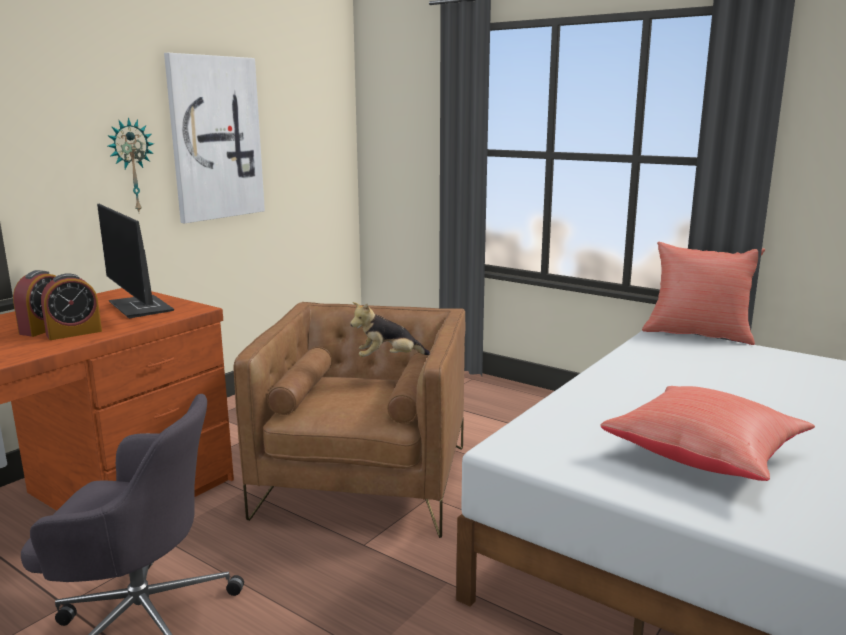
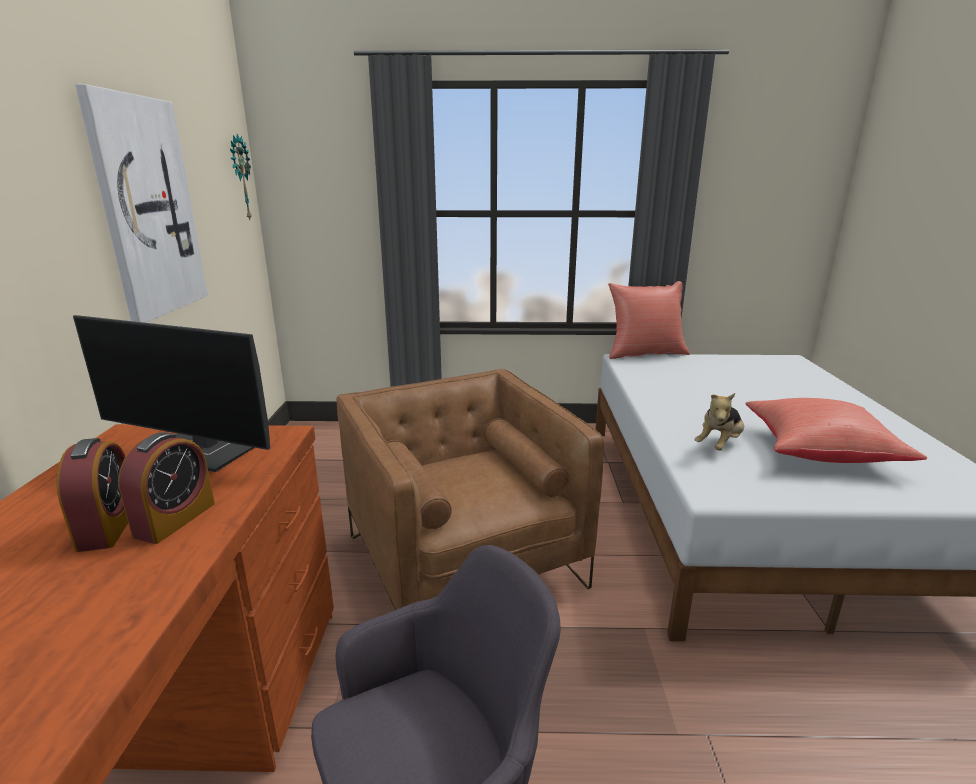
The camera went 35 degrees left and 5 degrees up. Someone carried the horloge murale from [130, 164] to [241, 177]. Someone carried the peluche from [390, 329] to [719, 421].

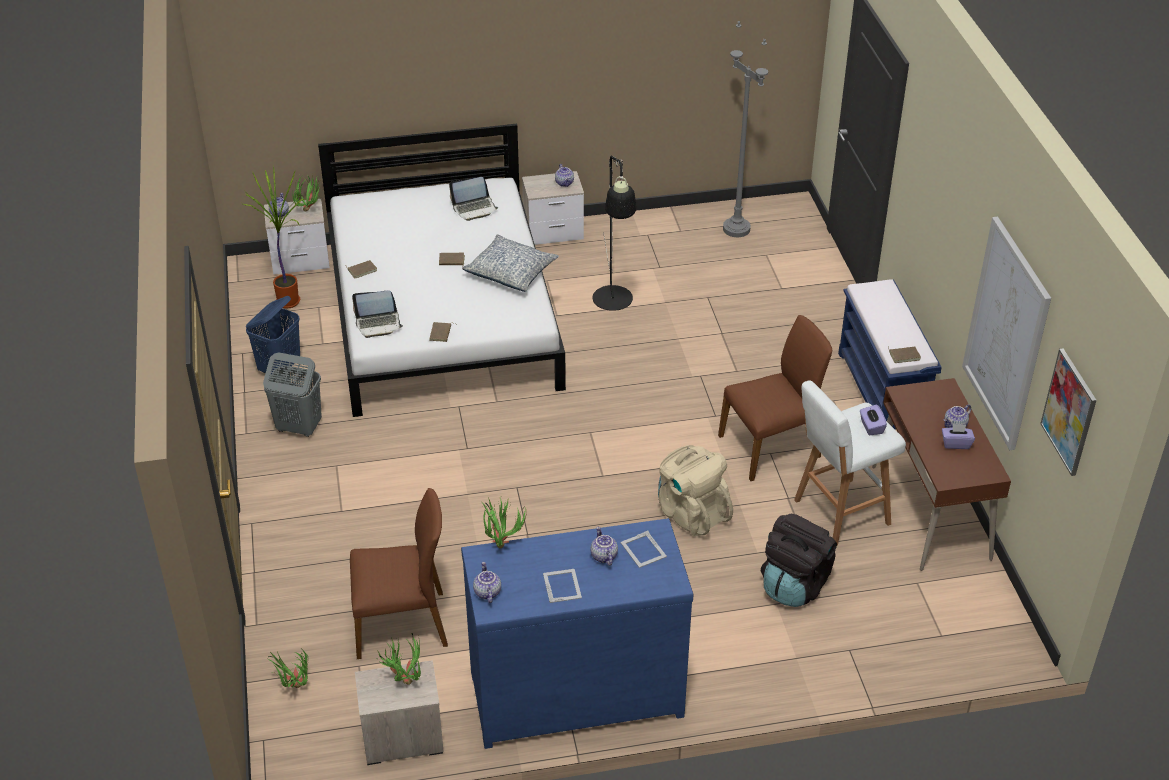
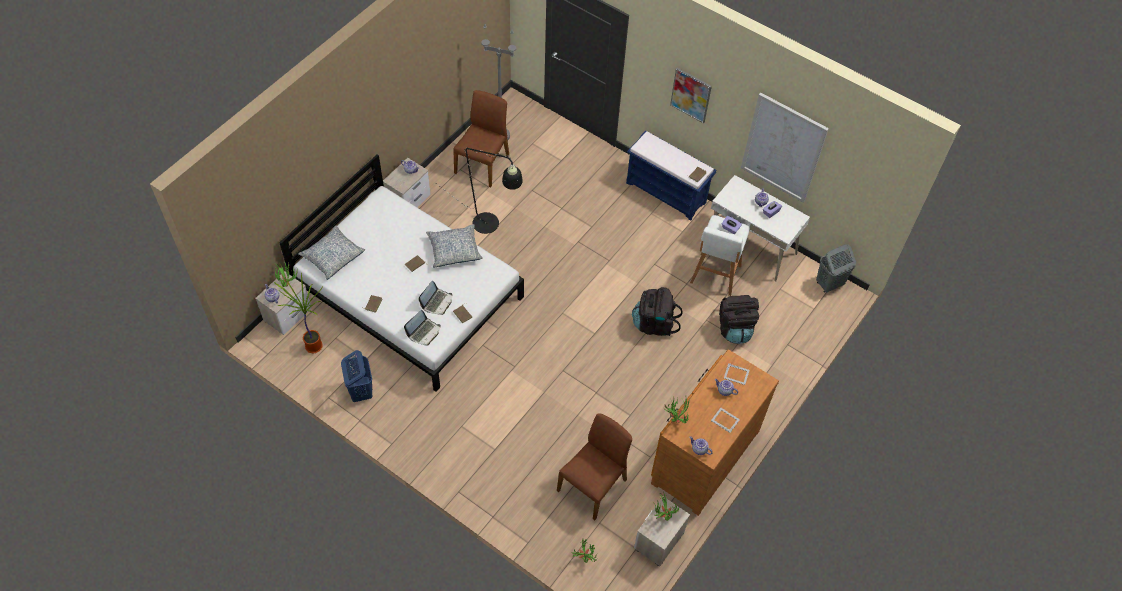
The camera went 45 degrees left and 15 degrees up. Someone carried the panier à linge [gris] from [292, 395] to [836, 268]. Someone carried the ordinateur portable from [473, 199] to [435, 298]. Someone repainted the commode [bleu] at [577, 633], which became the commode [marron] at [715, 432]. Someone repainted the sac à dos [beige] at [695, 490], which became the sac à dos [noir] at [657, 311]. Someone carried the chaise [marron] from [775, 398] to [481, 138]. Someone repainted the bureau [marron] at [941, 474], which became the bureau [blanc] at [760, 228]. Someone carried the tableau from [1068, 412] to [691, 95]. Someone put down the coussin at [331, 253].

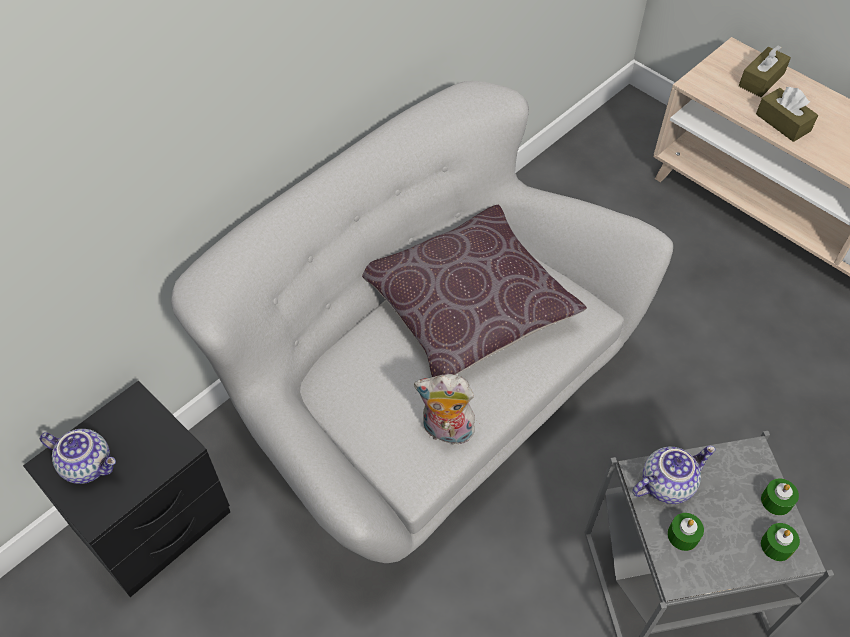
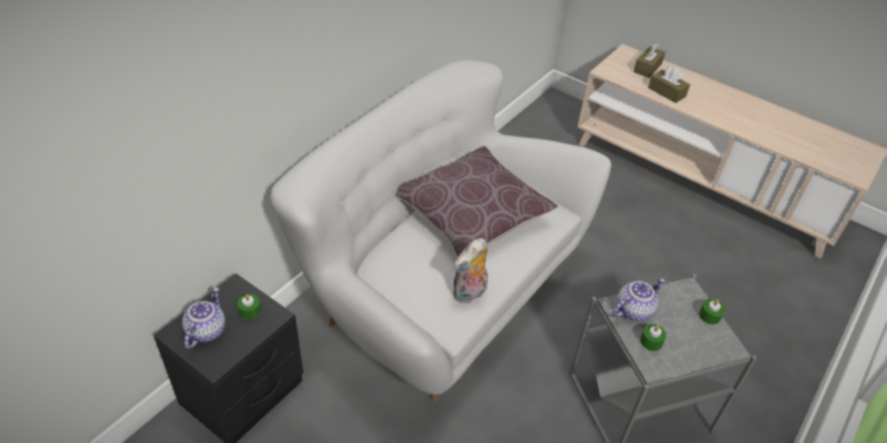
The camera went 10 degrees left and 10 degrees down. Someone rotated the théière at [78, 456] by 90 degrees counterclockwise. Someone rotated the peluche at [446, 409] by 45 degrees counterclockwise. Someone carried the bougie [vert] from [780, 542] to [249, 307].

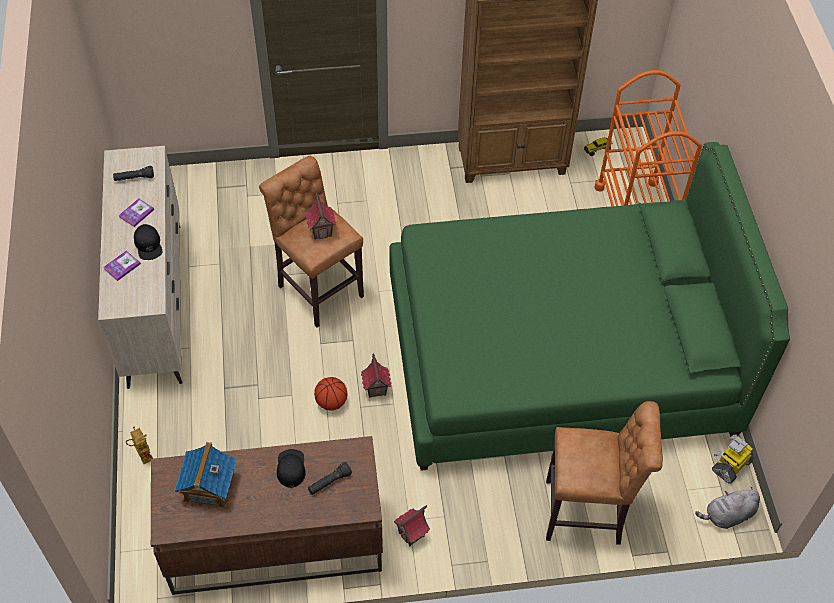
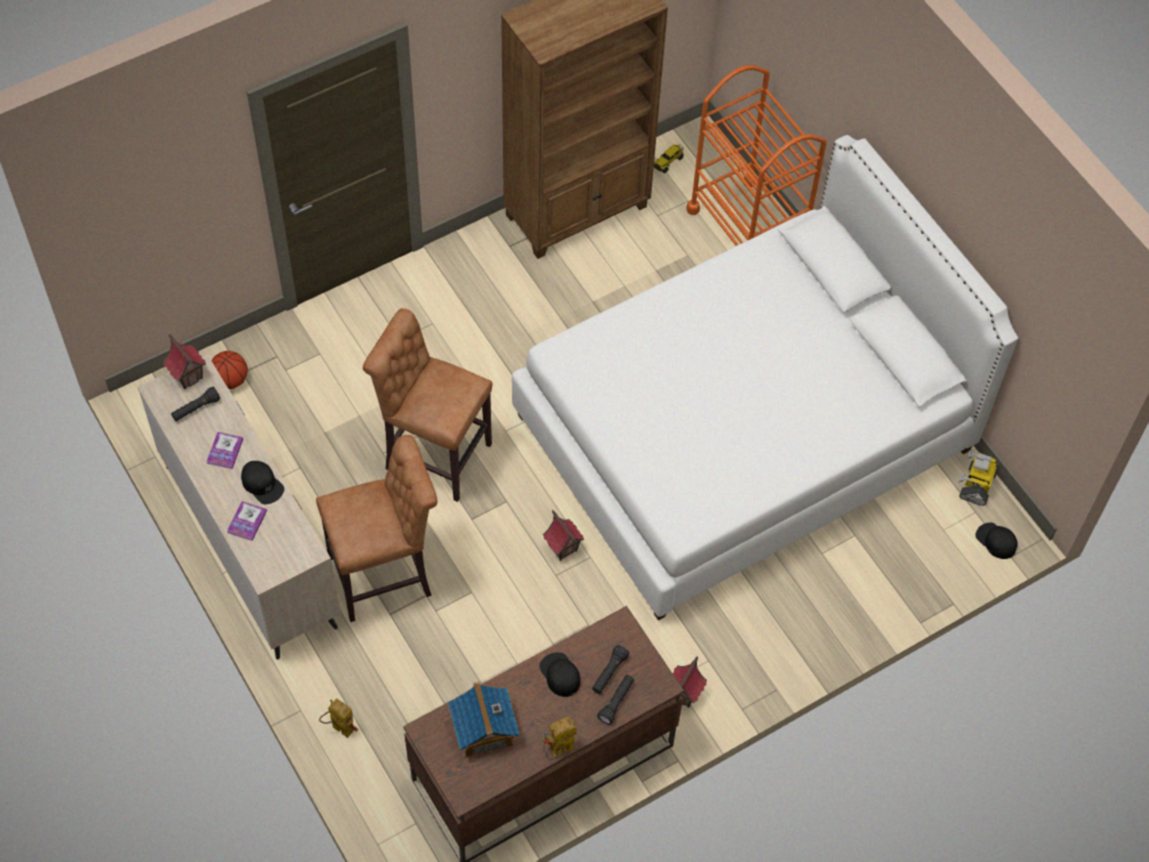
The camera went 25 degrees left and 5 degrees up. Someone carried the maison miniature from [320, 216] to [184, 361]. Someone carried the ballon de basket from [330, 393] to [229, 370]. Someone repainted the lit [vert] at [589, 306], which became the lit [blanc] at [765, 378]. Someone carried the tabouret [marron] from [604, 473] to [376, 528]. Someone swapped the peluche [gris] at [727, 508] for the casquette [noir] at [996, 540]. Someone put down the robot jouet at [559, 738]. Someone put down the lampe de poche [noir] at [615, 700].

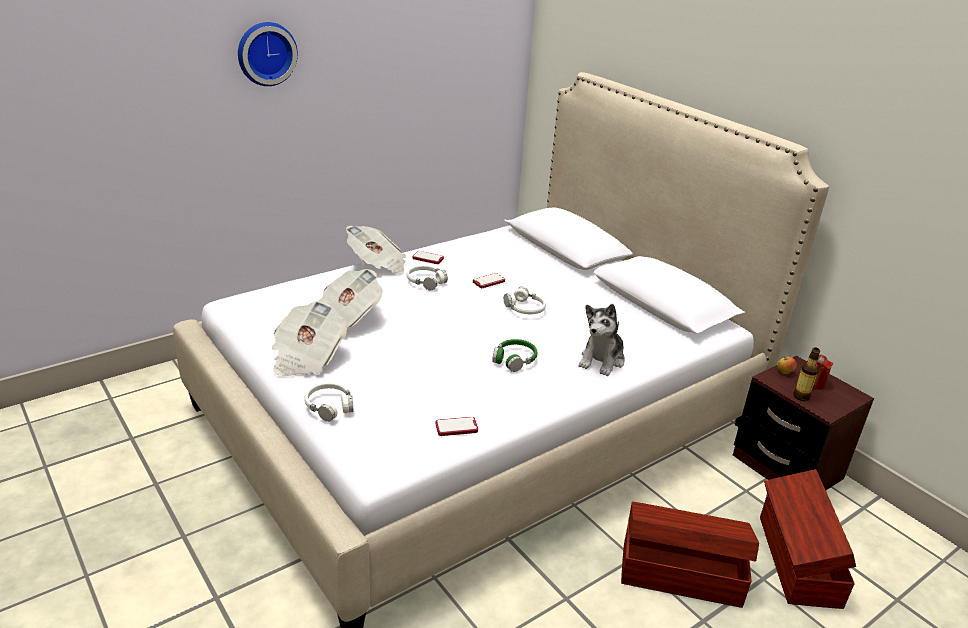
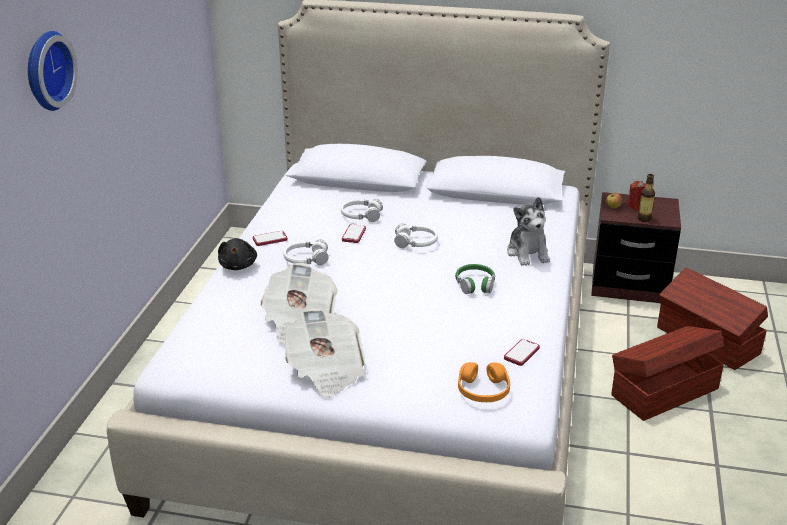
The camera went 40 degrees left and 0 degrees up. Someone carried the casque audio [blanc] from [328, 402] to [362, 210]. Someone swapped the journal at [376, 250] for the peluche [noir] at [237, 254]. Someone put down the casque audio [orange] at [484, 382].

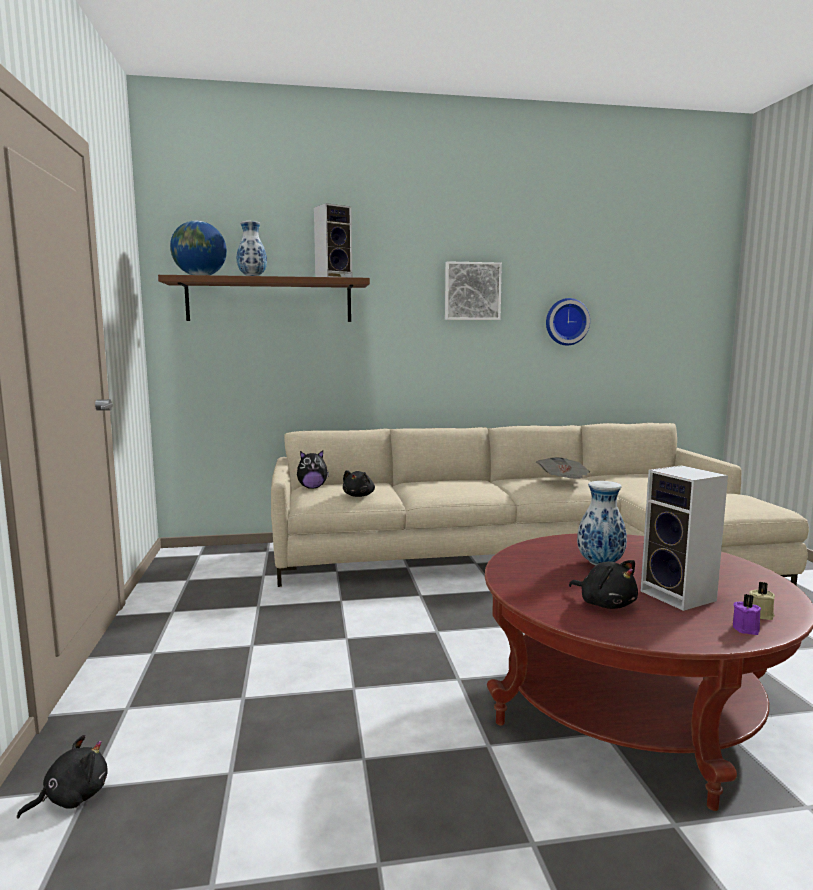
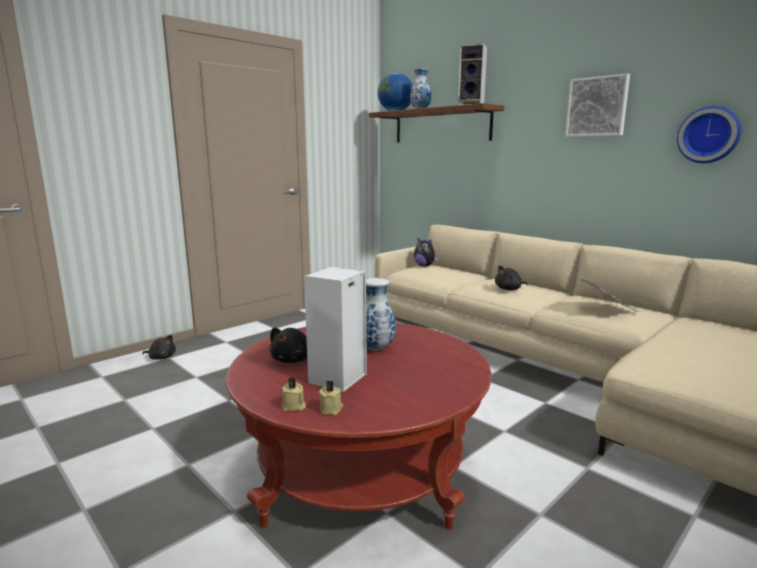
The camera went 55 degrees right and 5 degrees up. Someone carried the peluche [noir] from [359, 483] to [511, 277]. Someone repainted the bougie [violet] at [747, 614], which became the bougie [beige] at [294, 394].

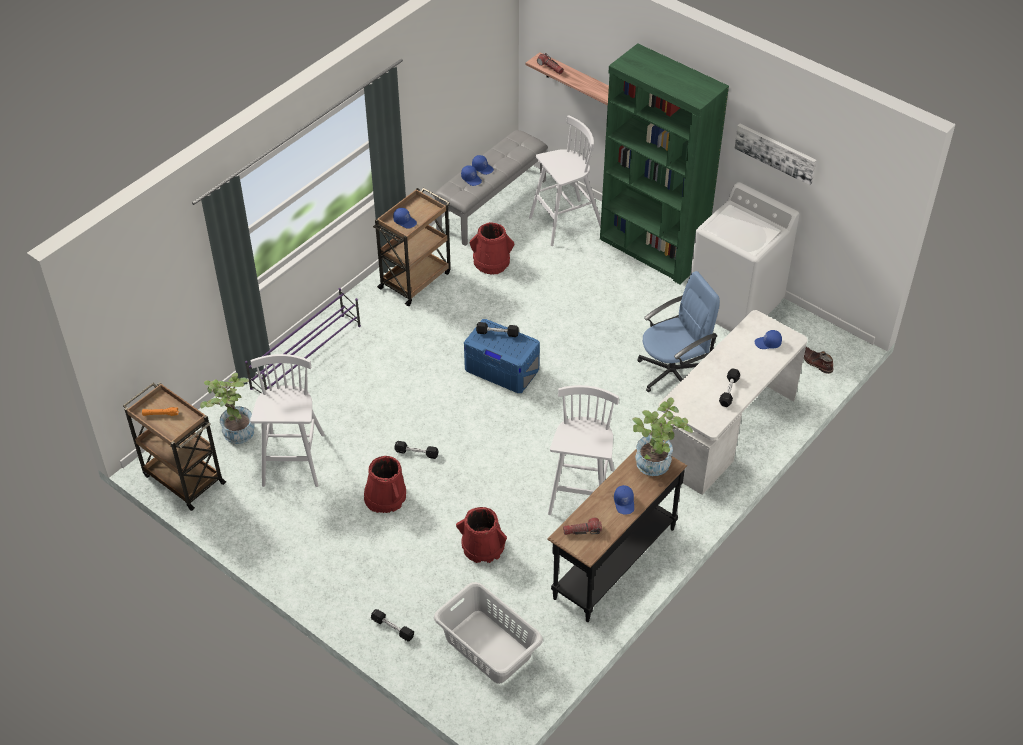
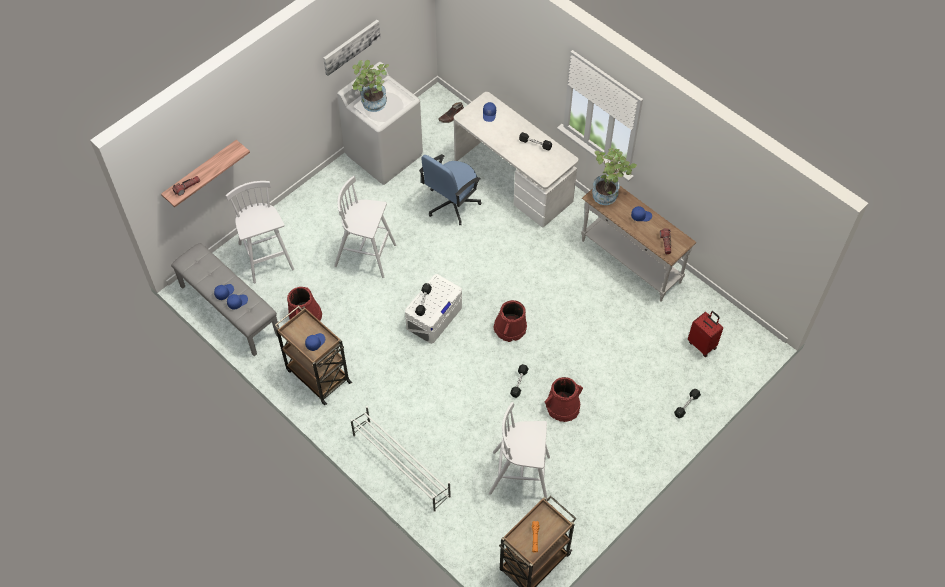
The camera went 85 degrees left and 10 degrees up. Someone carried the plante en pot from [227, 408] to [370, 86]. Someone repainted the étagère à chaussures [violet] at [303, 340], which became the étagère à chaussures [blanc] at [400, 459]. Someone swapped the panier à linge [gris] at [488, 633] for the valise [rouge] at [705, 334]. Someone carried the seau [rouge] from [481, 535] to [510, 321]. Someone repainted the boîte de rangement [bleu] at [502, 356], which became the boîte de rangement [blanc] at [433, 309]. Someone repainted the table console [noir] at [617, 535], which became the table console [blanc] at [638, 244]. Someone carried the tabouret [blanc] from [583, 450] to [365, 227]. Someone took away the bibliothèque [vert] at [664, 163]. Someone rotated the chaise de bureau [bleu] at [678, 331] by 120 degrees counterclockwise.

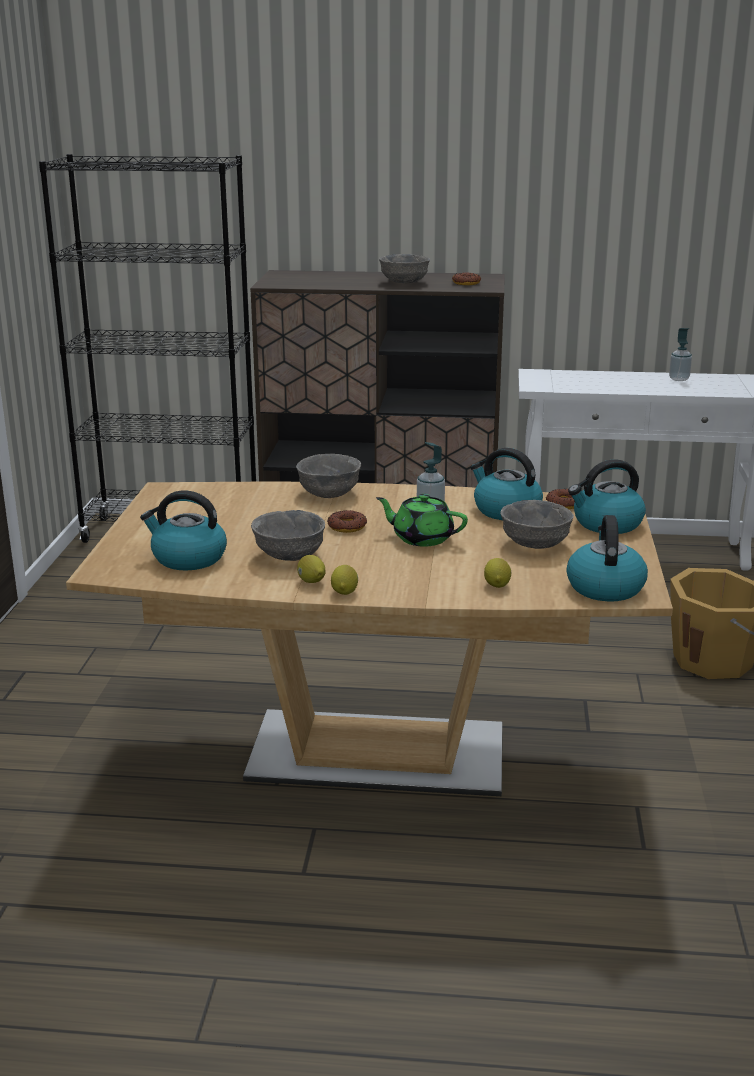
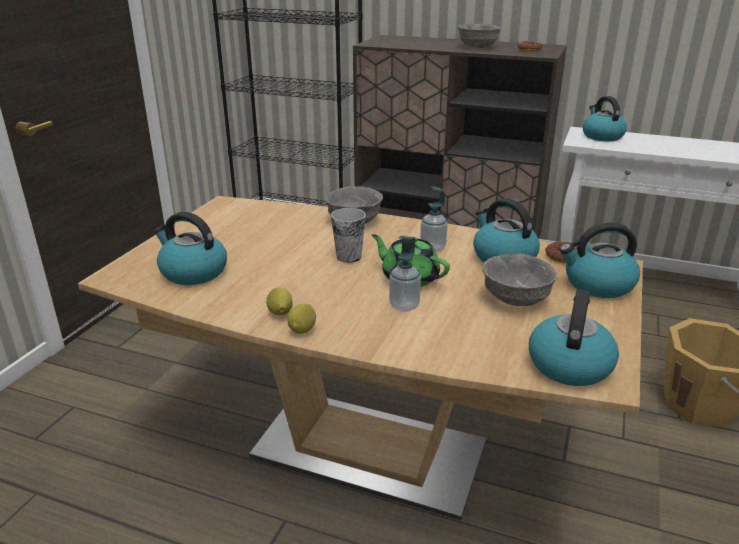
The camera went 15 degrees right and 5 degrees up. Someone took away the bol [gris] at [288, 535]. Someone swapped the beignet at [347, 521] for the tasse at [348, 235]. Someone took away the citron at [497, 573]. Someone carried the distributeur de savon from [680, 354] to [405, 274]. Someone put down the bouilloire at [605, 118].

